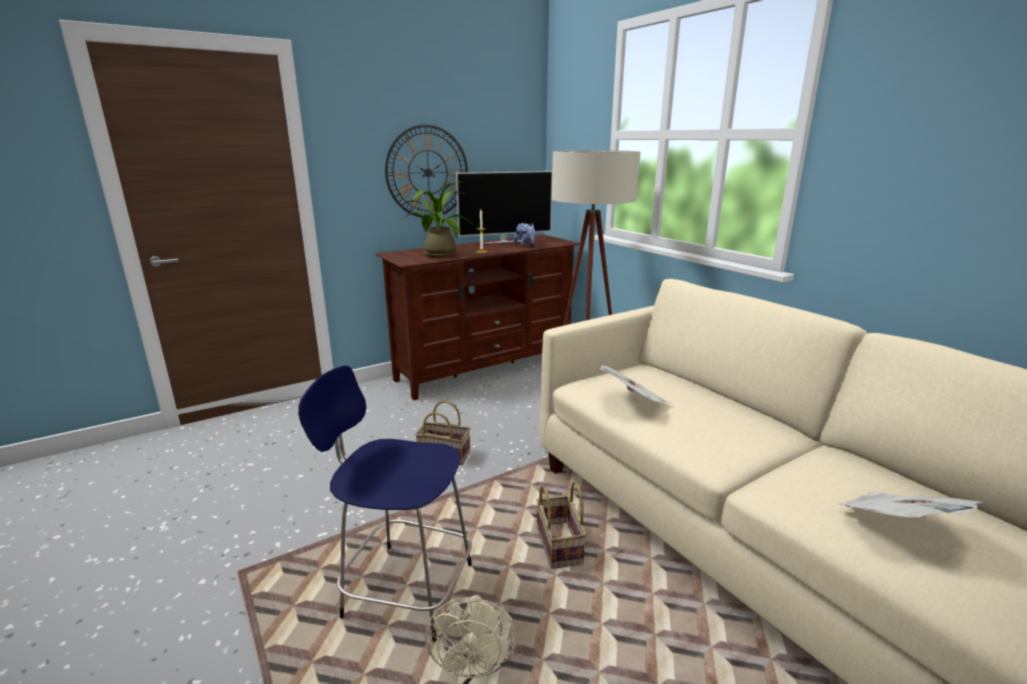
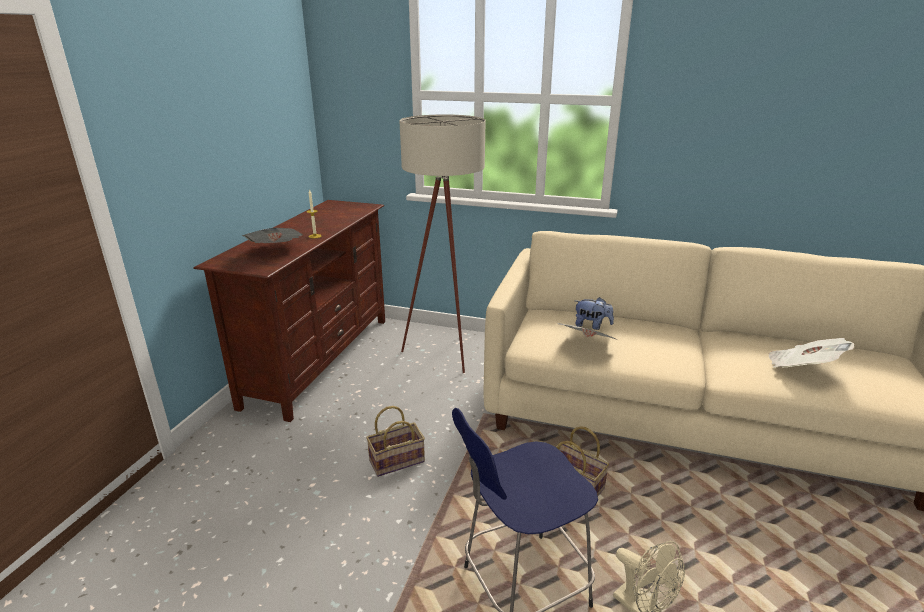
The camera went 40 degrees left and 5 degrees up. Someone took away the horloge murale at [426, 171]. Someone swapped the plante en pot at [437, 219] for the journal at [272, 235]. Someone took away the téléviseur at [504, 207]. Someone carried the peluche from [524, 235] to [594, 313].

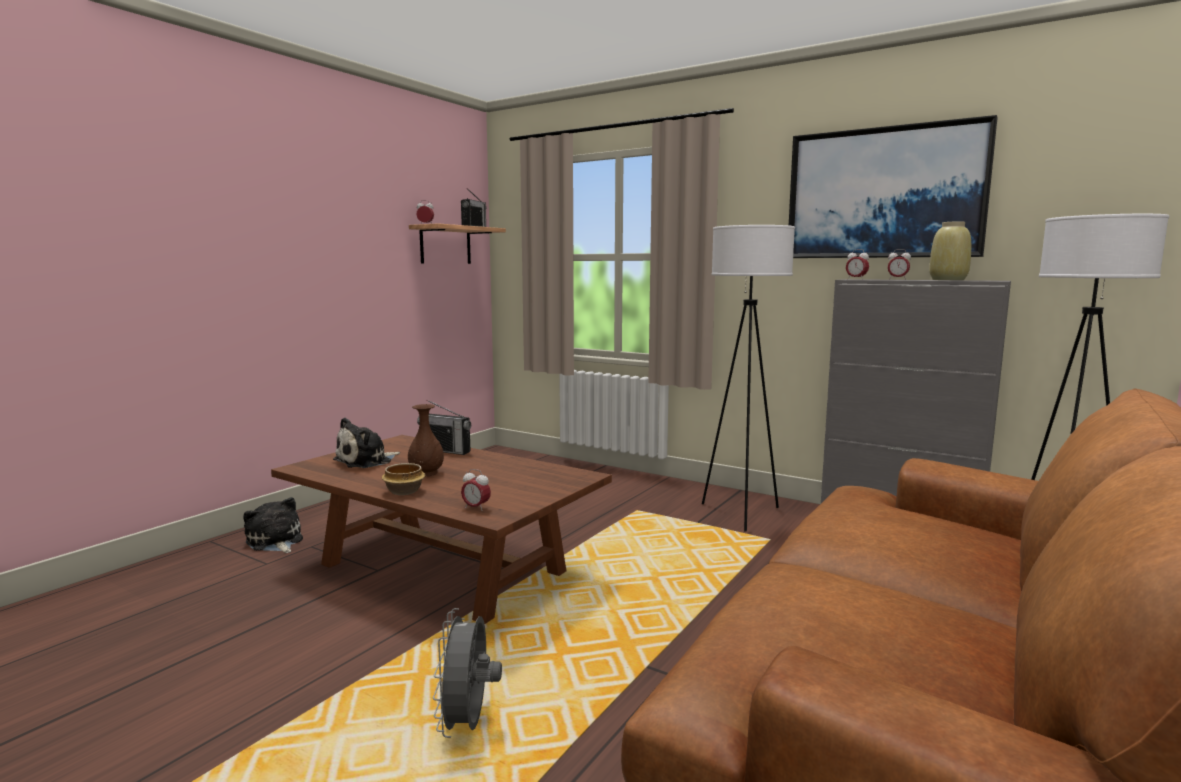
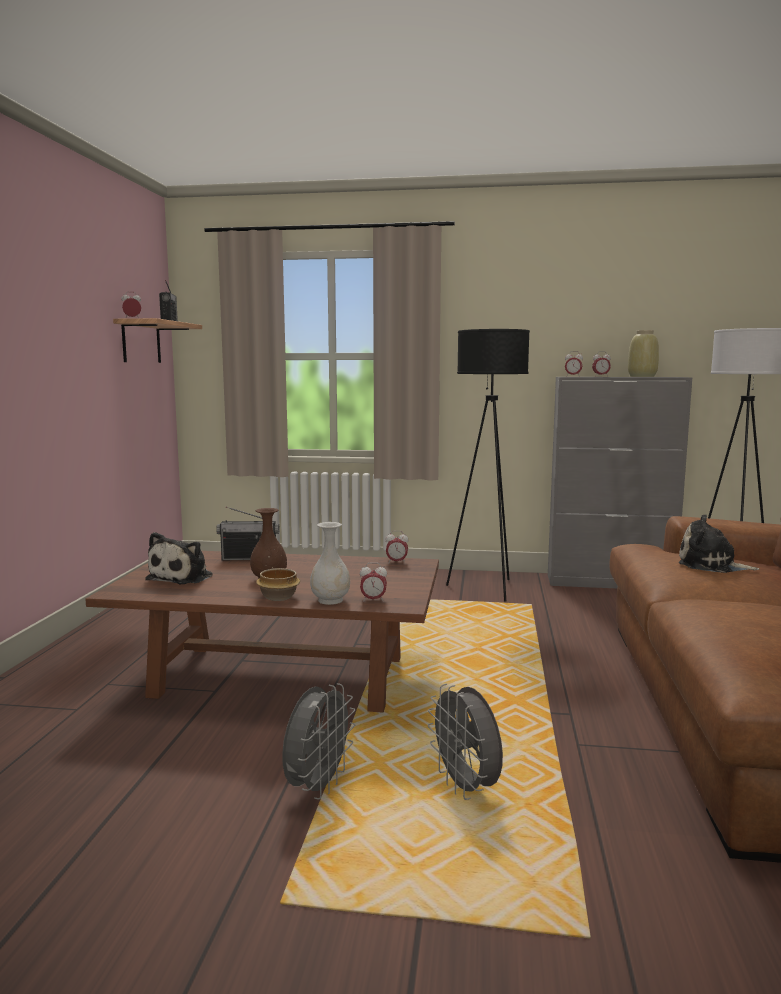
The camera went 25 degrees left and 0 degrees up. Someone carried the peluche from [273, 525] to [718, 544]. Someone repainted the lampadaire [blanc] at [748, 378], which became the lampadaire [noir] at [488, 465]. Someone took away the tableau at [893, 186]. Someone put down the ventilateur [gris] at [318, 741]. Someone put down the vase [blanc] at [330, 563]. Someone put down the réveil at [396, 547].

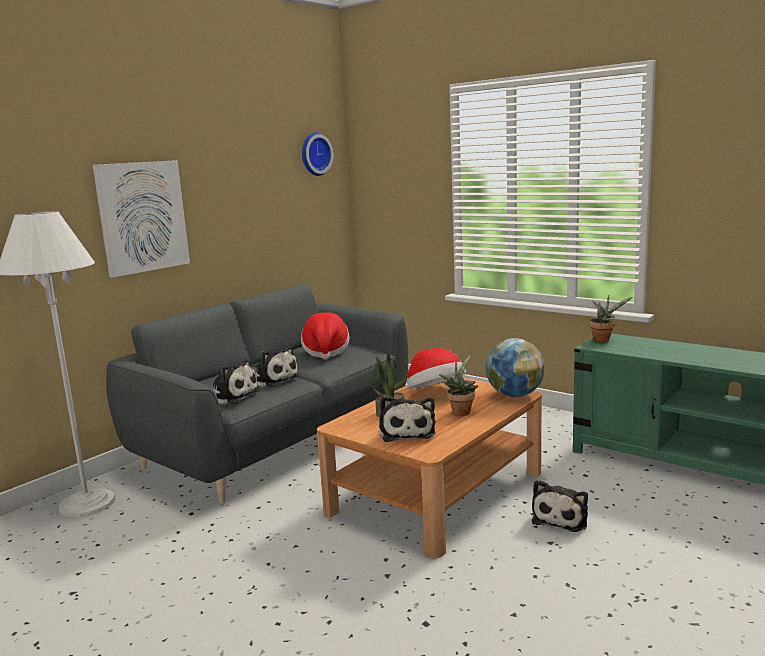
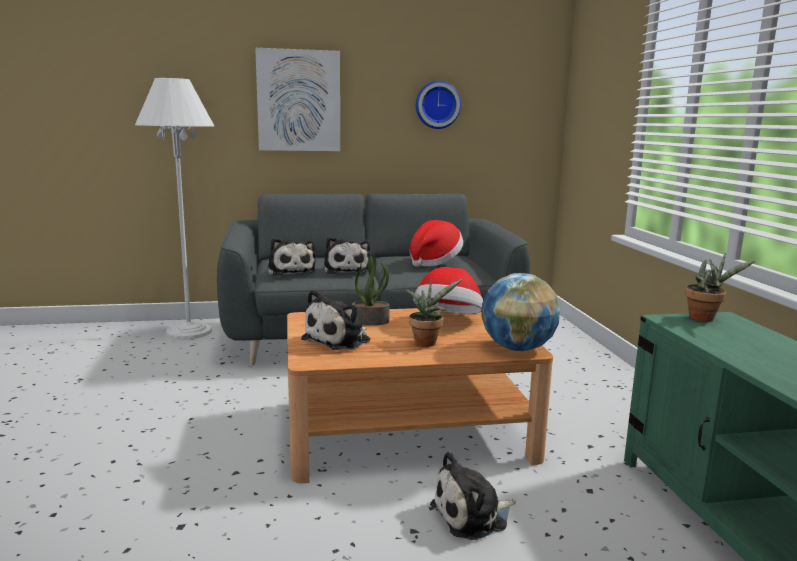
The camera went 40 degrees right and 0 degrees up. Someone carried the horloge murale from [318, 154] to [438, 105].

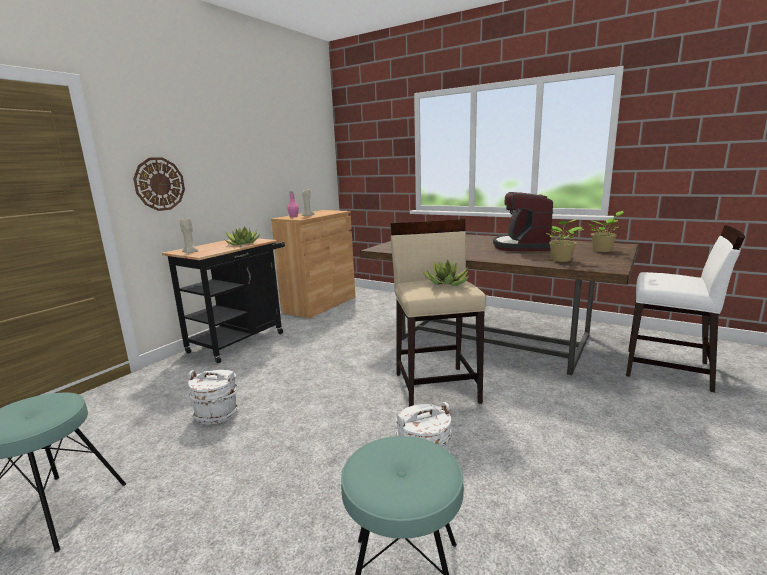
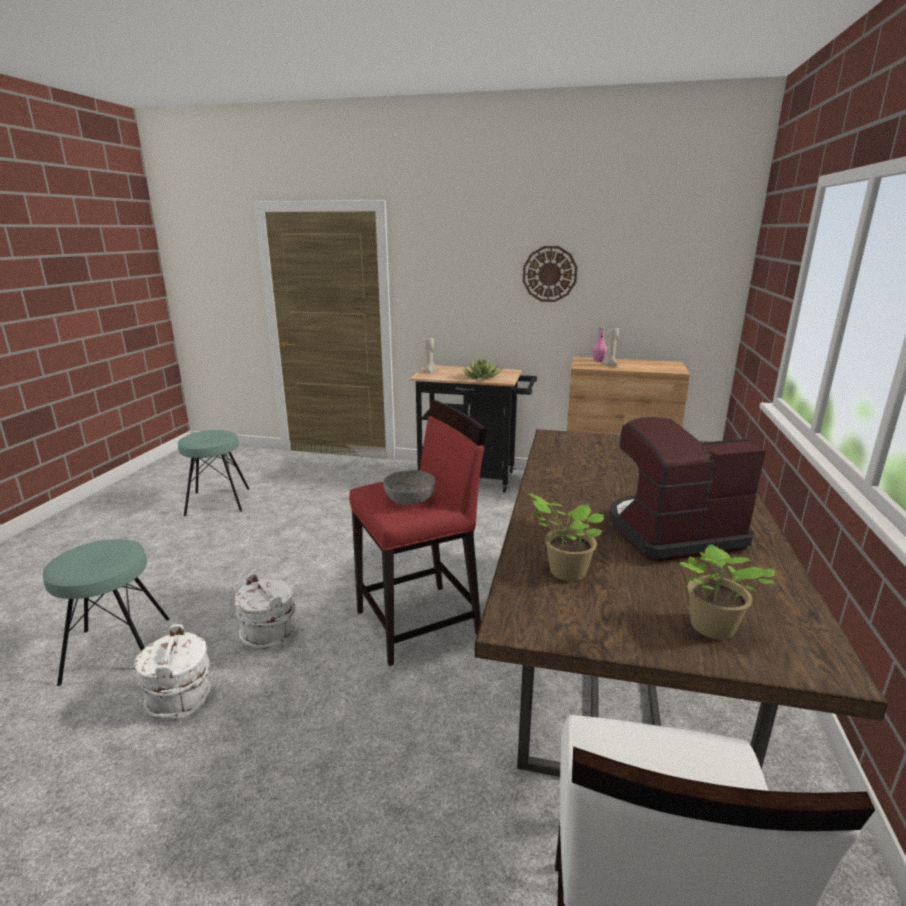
The camera went 70 degrees right and 5 degrees up. Someone carried the horloge murale from [159, 184] to [550, 274]. Someone carried the seau [blanc] from [213, 397] to [172, 672]. Someone repainted the tabouret [beige] at [438, 313], which became the tabouret [rouge] at [418, 533]. Someone swapped the plante en pot at [446, 273] for the bol [gris] at [409, 487].

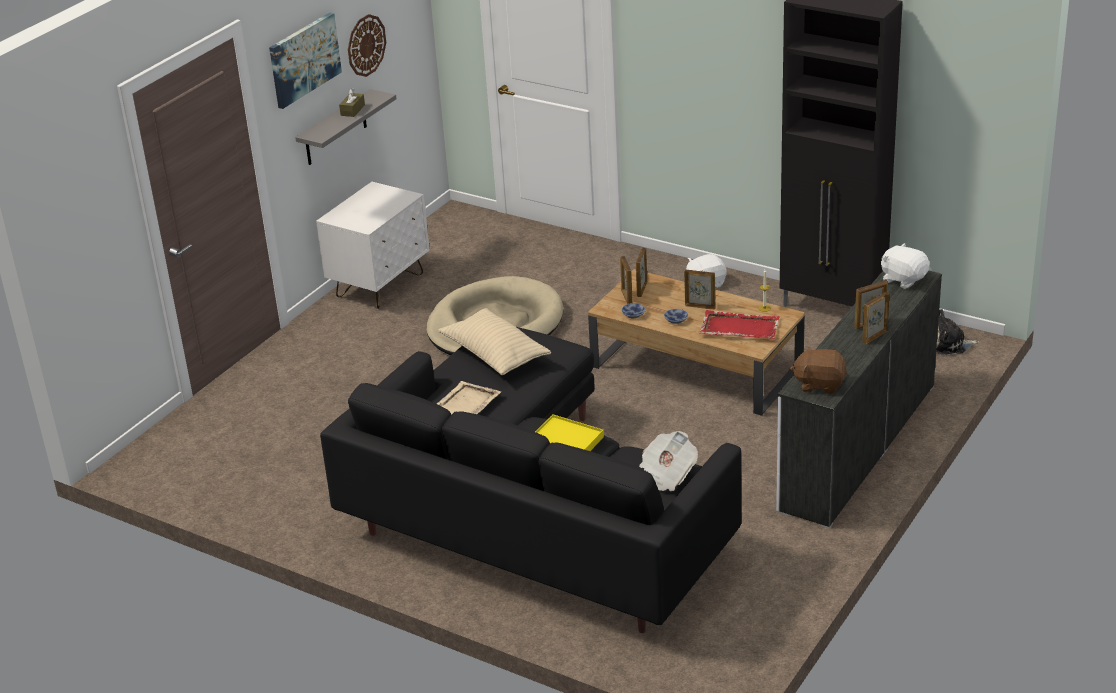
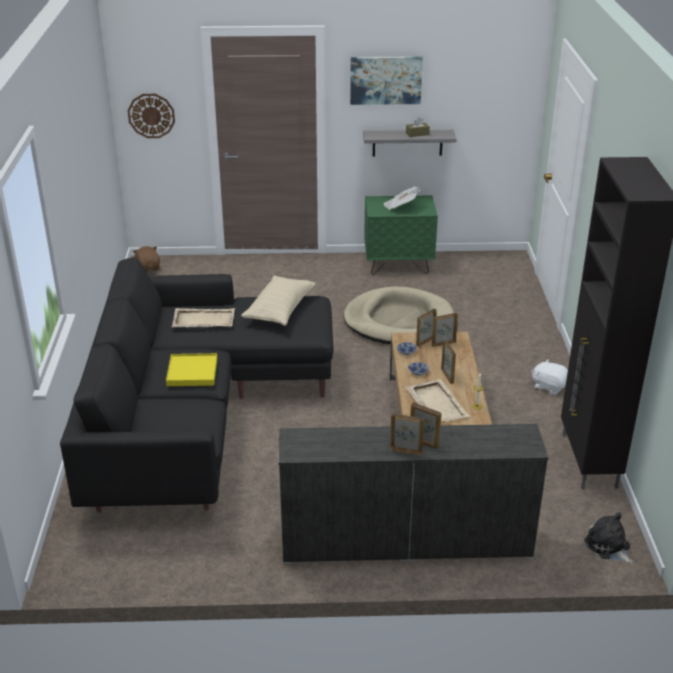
The camera went 55 degrees right and 0 degrees up. Someone repainted the table de chevet [blanc] at [373, 245], which became the table de chevet [vert] at [401, 235]. Someone carried the horloge murale from [367, 45] to [151, 116]. Someone carried the journal from [668, 461] to [402, 198]. Someone repainted the plateau [rouge] at [740, 324], which became the plateau [beige] at [438, 400]. Someone carried the peluche [marron] from [818, 370] to [146, 259]. Someone took away the peluche [blanc] at [905, 266].

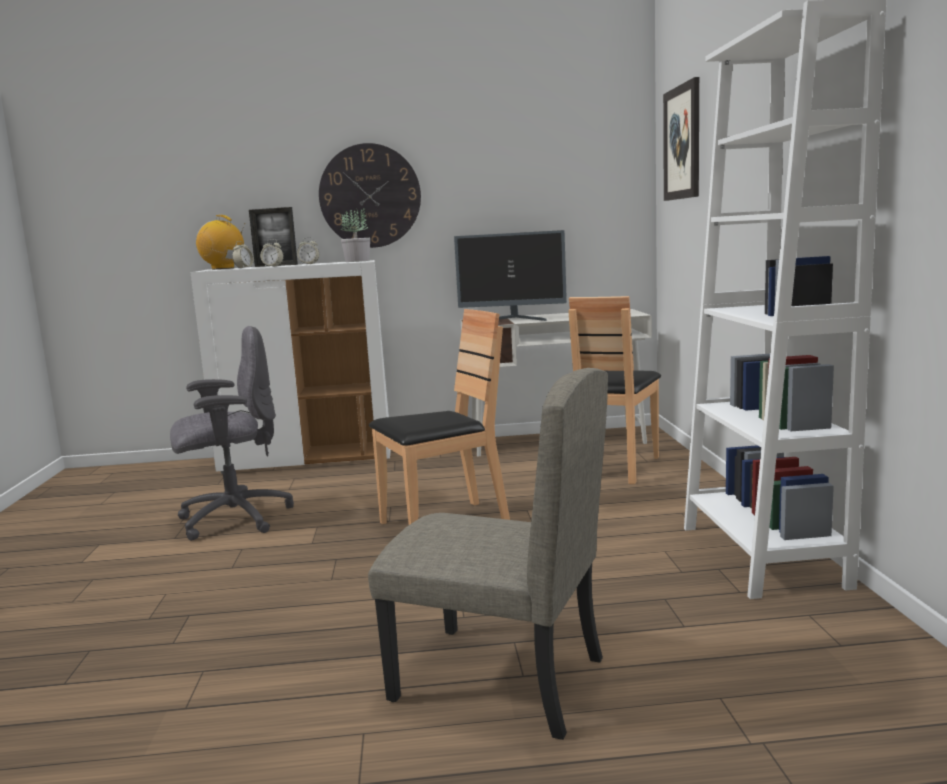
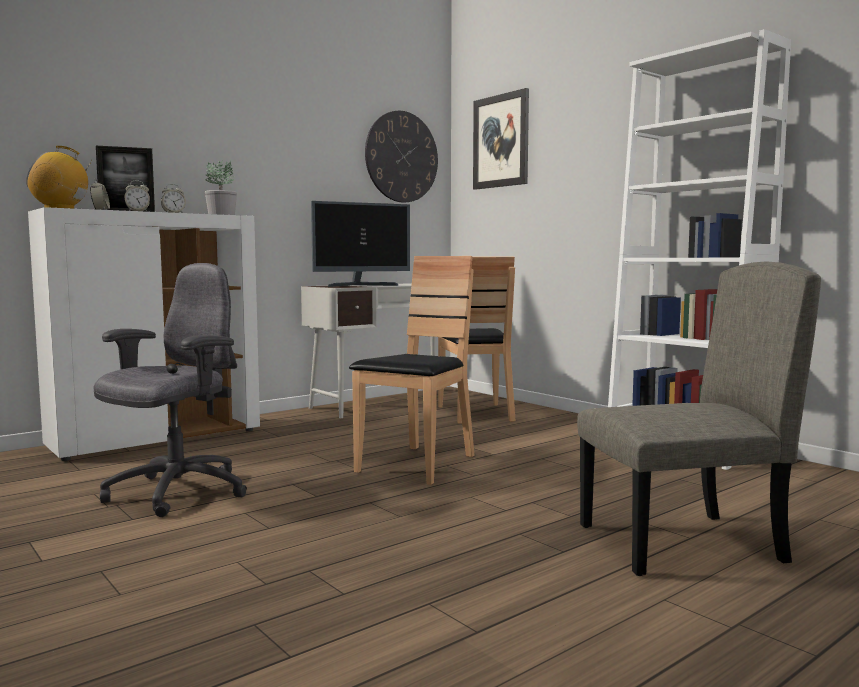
The camera went 35 degrees left and 5 degrees down. Someone carried the horloge murale from [370, 195] to [401, 157].

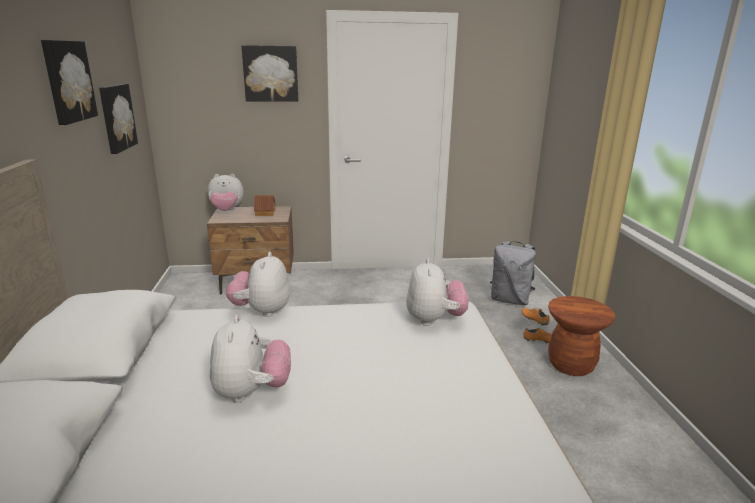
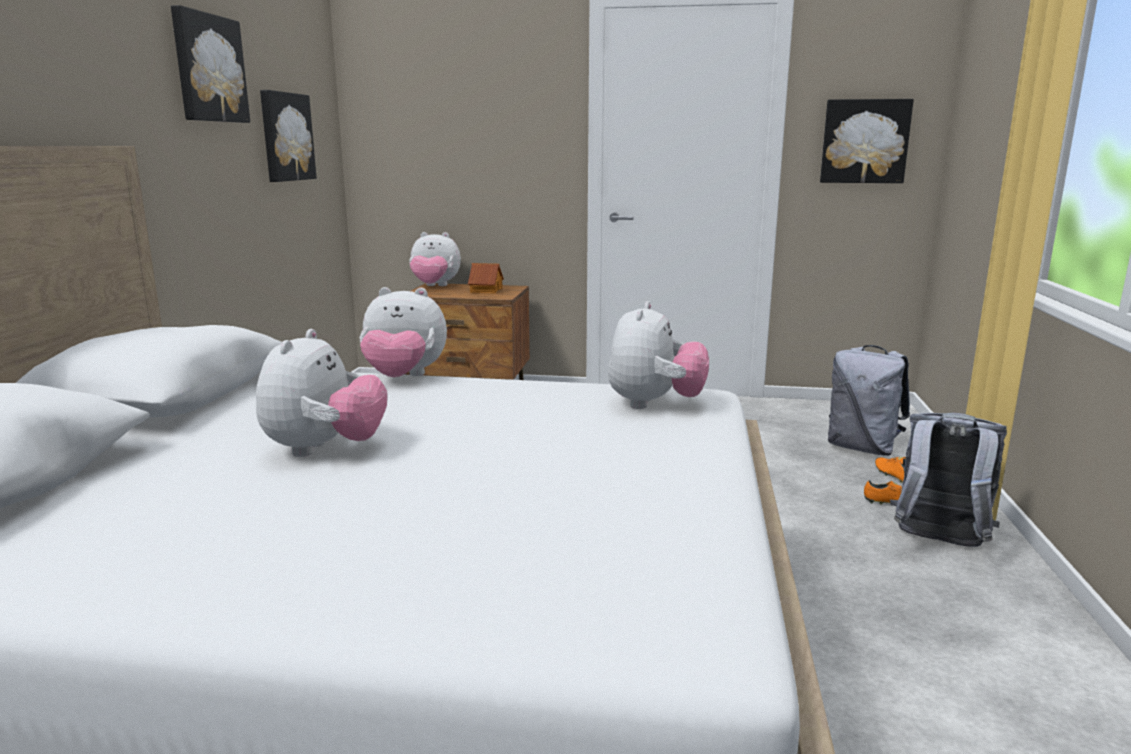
The camera went 15 degrees right and 5 degrees down. Someone rotated the peluche at [258, 284] by 105 degrees counterclockwise. Someone carried the tableau from [270, 73] to [867, 141]. Someone swapped the tabouret [marron] at [581, 336] for the sac à dos [gris] at [948, 480].

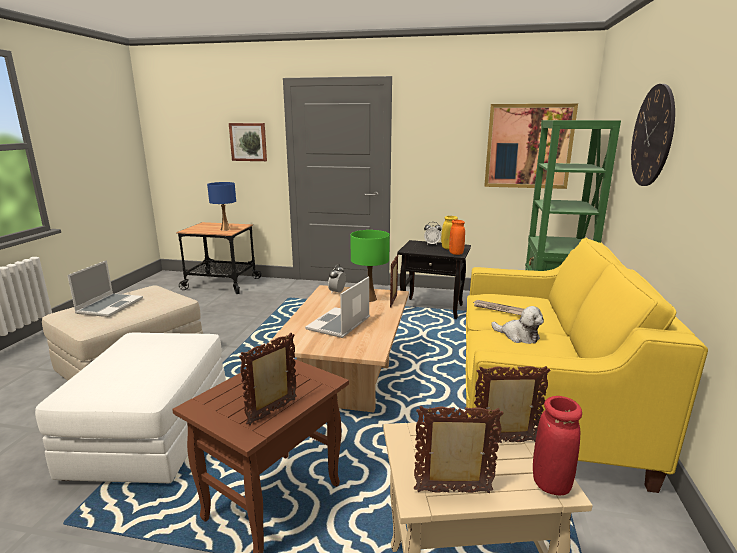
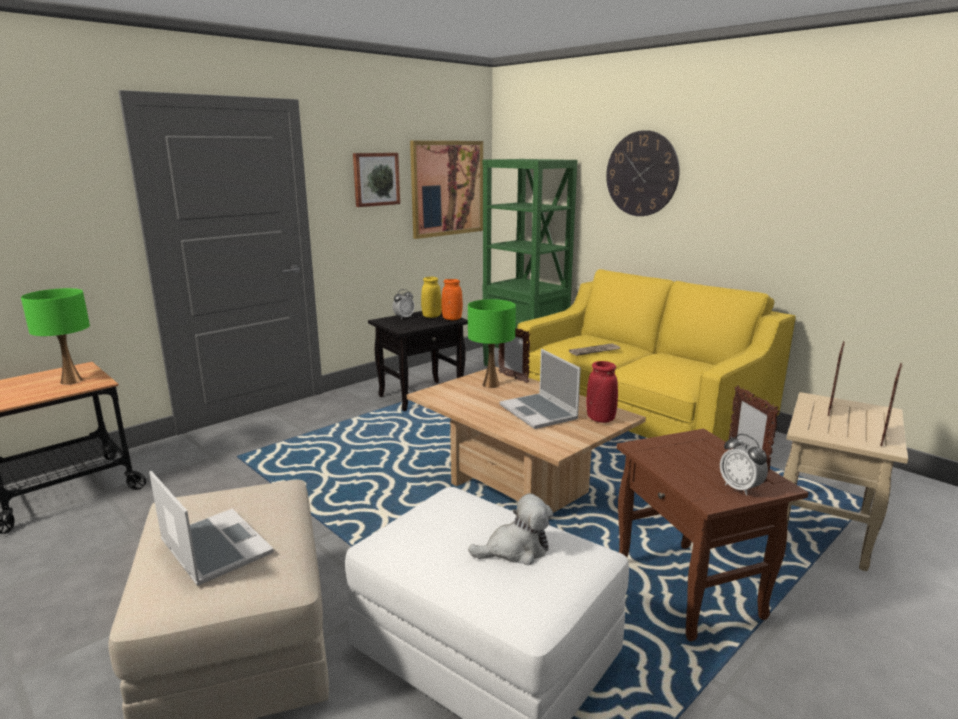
The camera went 55 degrees left and 0 degrees up. Someone repainted the lampe de table [bleu] at [221, 206], which became the lampe de table [vert] at [55, 336]. Someone carried the tableau from [248, 142] to [376, 180]. Someone carried the réveil from [337, 279] to [744, 465]. Someone carried the peluche from [517, 325] to [510, 529]. Someone carried the vase [rouge] from [557, 445] to [602, 392].

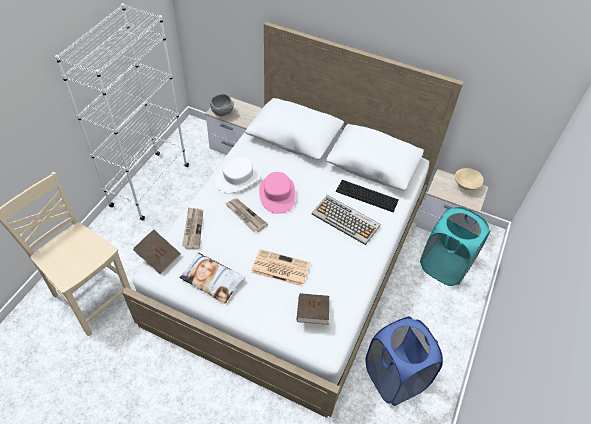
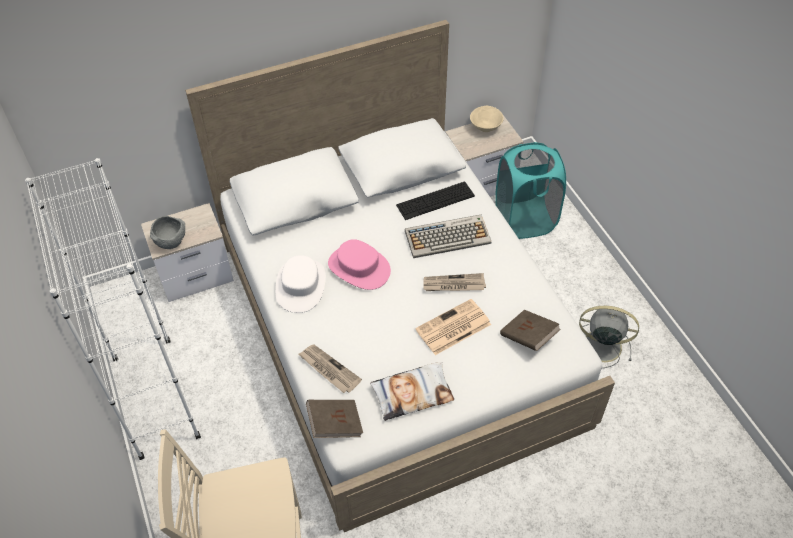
The camera went 45 degrees left and 0 degrees up. Someone carried the journal from [246, 215] to [454, 282]. Someone swapped the panier à linge [bleu] at [404, 361] for the ventilateur [gris] at [609, 337].

